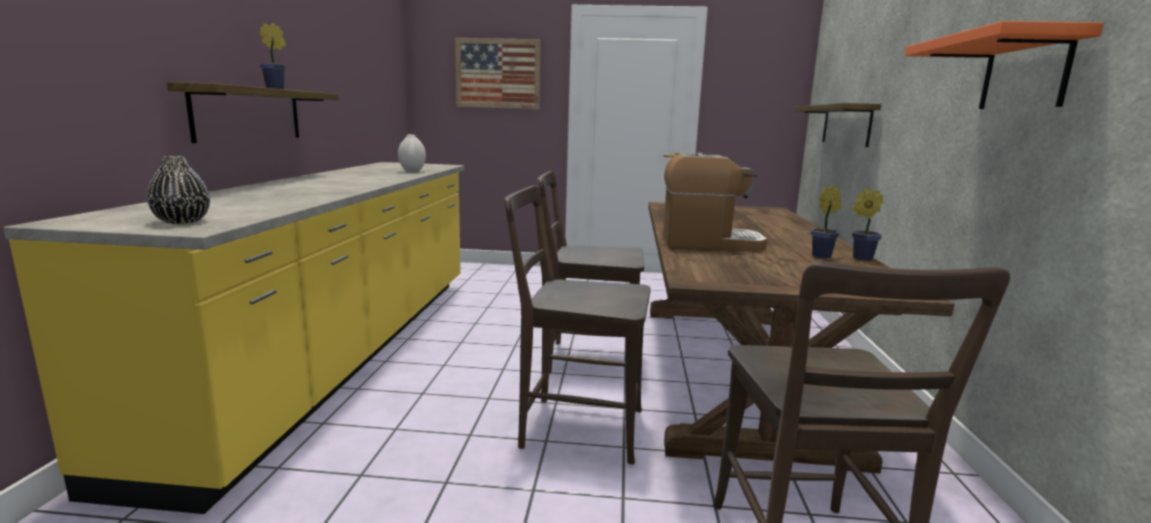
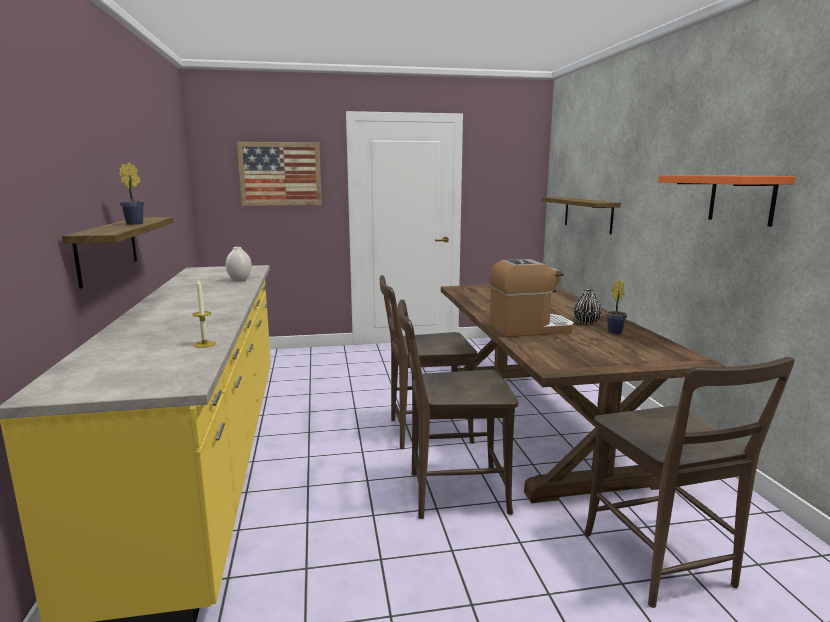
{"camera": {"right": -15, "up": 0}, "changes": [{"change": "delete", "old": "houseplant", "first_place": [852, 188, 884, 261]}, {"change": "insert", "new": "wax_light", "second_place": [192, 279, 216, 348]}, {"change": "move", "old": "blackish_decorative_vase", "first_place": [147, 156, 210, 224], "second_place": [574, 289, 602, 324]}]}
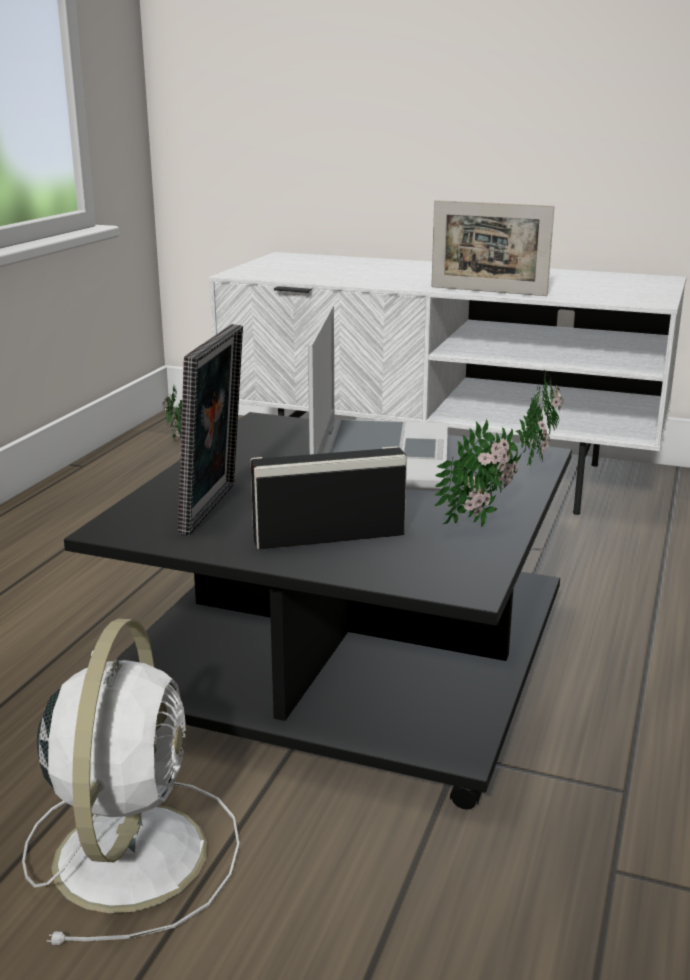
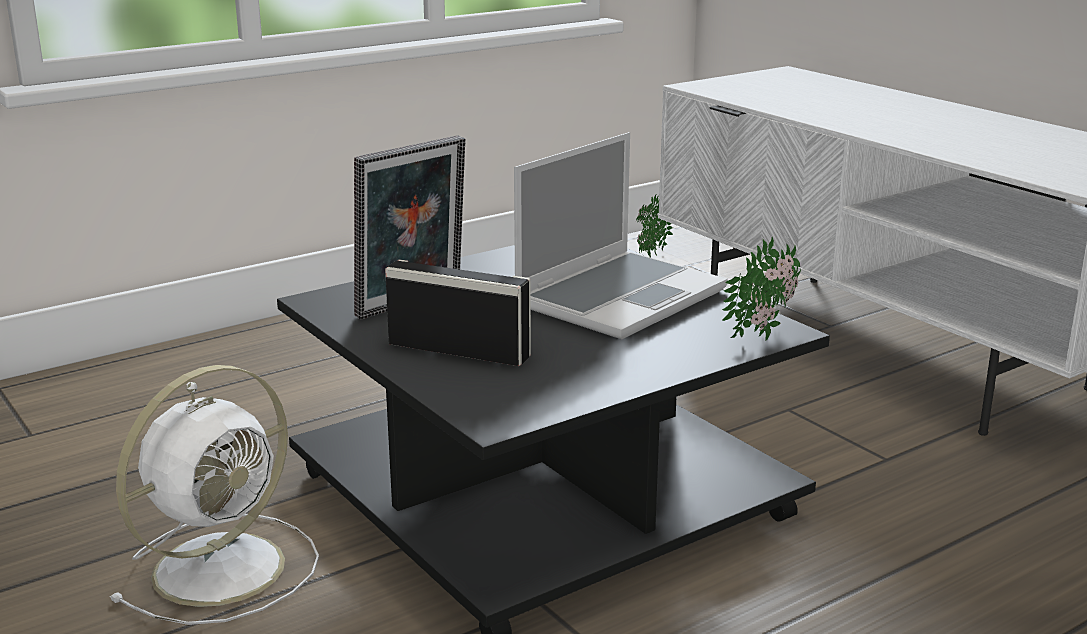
{"camera": {"right": 35, "up": 0}, "changes": [{"change": "delete", "old": "picture_frame", "first_place": [431, 200, 554, 296]}, {"change": "delete", "old": "houseplant", "first_place": [434, 419, 522, 527]}]}
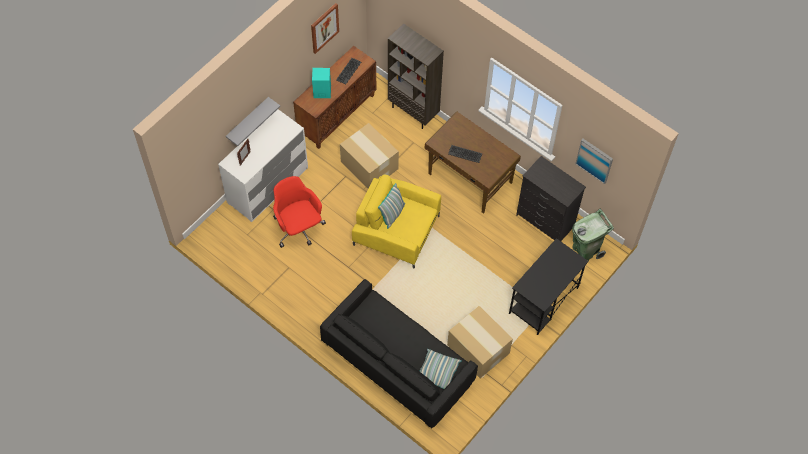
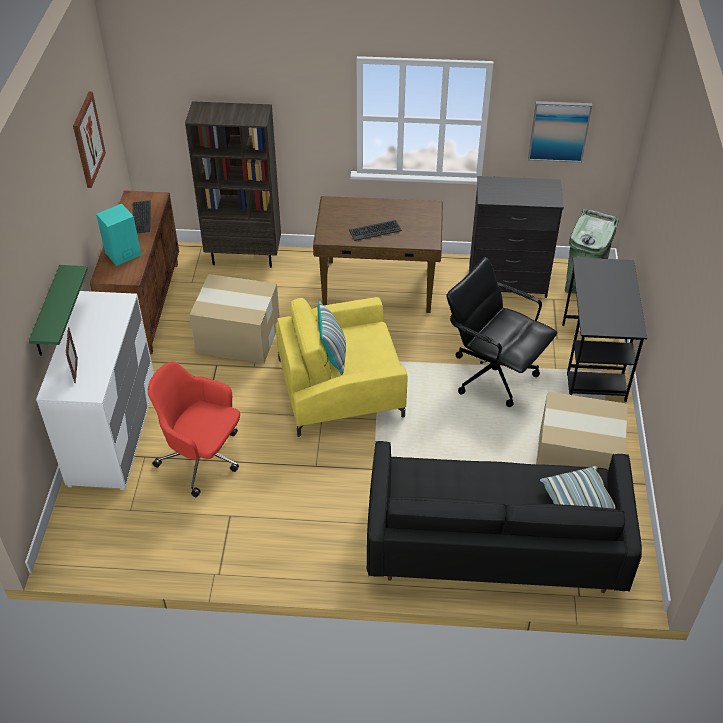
{"camera": {"right": -35, "up": -15}, "changes": [{"change": "insert", "new": "blackish_computer_chair", "second_place": [446, 257, 557, 407]}, {"change": "recolor", "old": "greyish_bracket_shelf", "new": "green_bracket_shelf", "first_place": [226, 97, 280, 146], "second_place": [29, 265, 88, 356]}]}
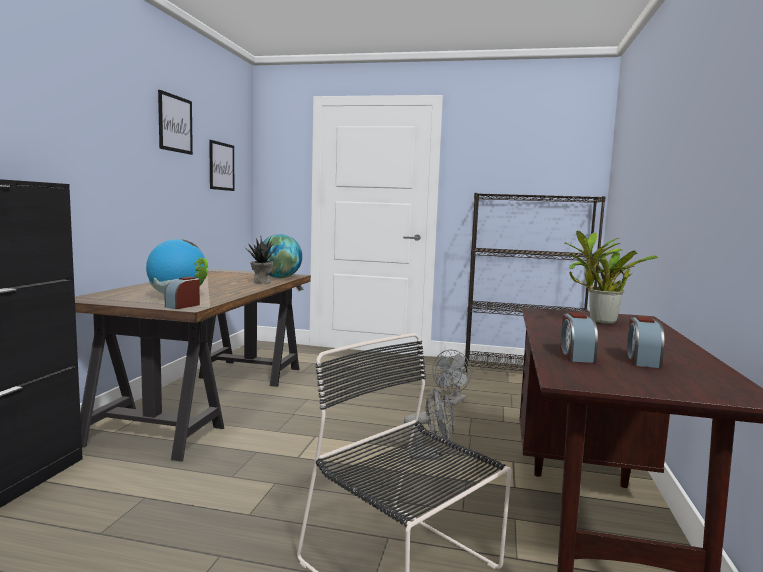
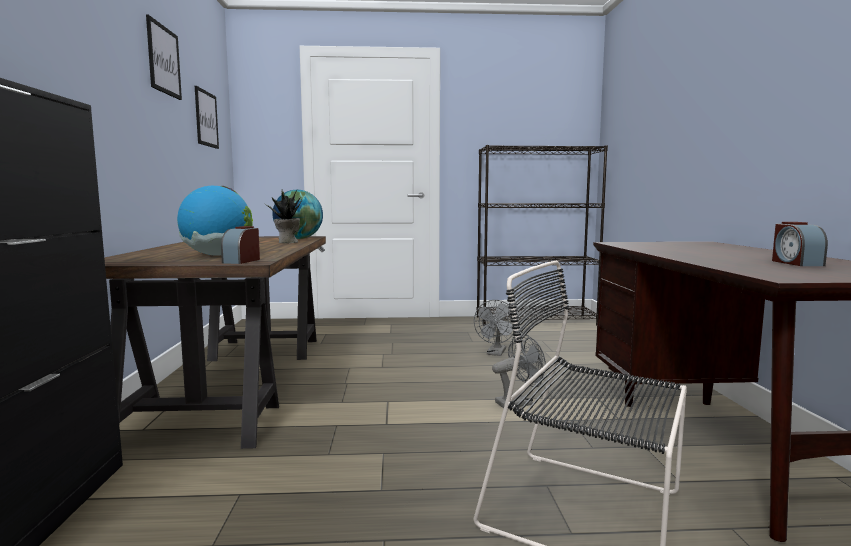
{"camera": {"right": -15, "up": 0}, "changes": [{"change": "delete", "old": "bedside_clock", "first_place": [560, 312, 598, 363]}, {"change": "delete", "old": "houseplant", "first_place": [564, 231, 659, 324]}]}
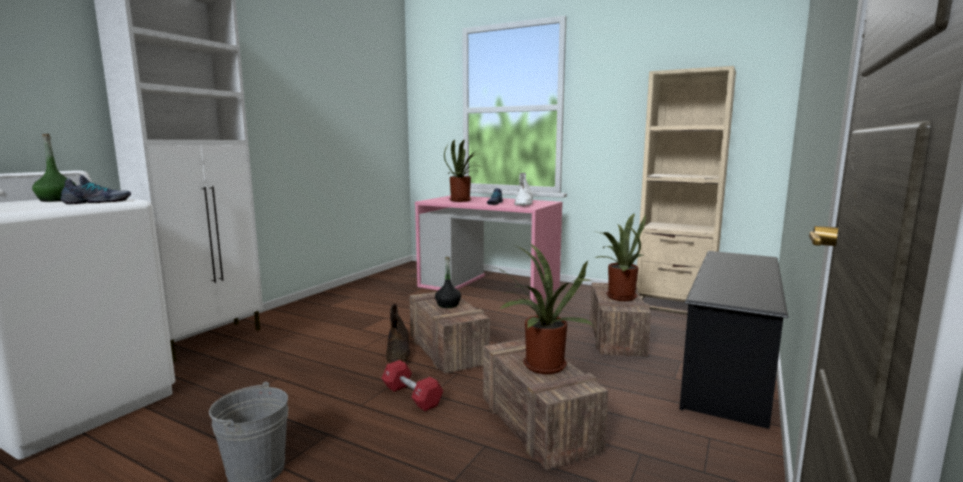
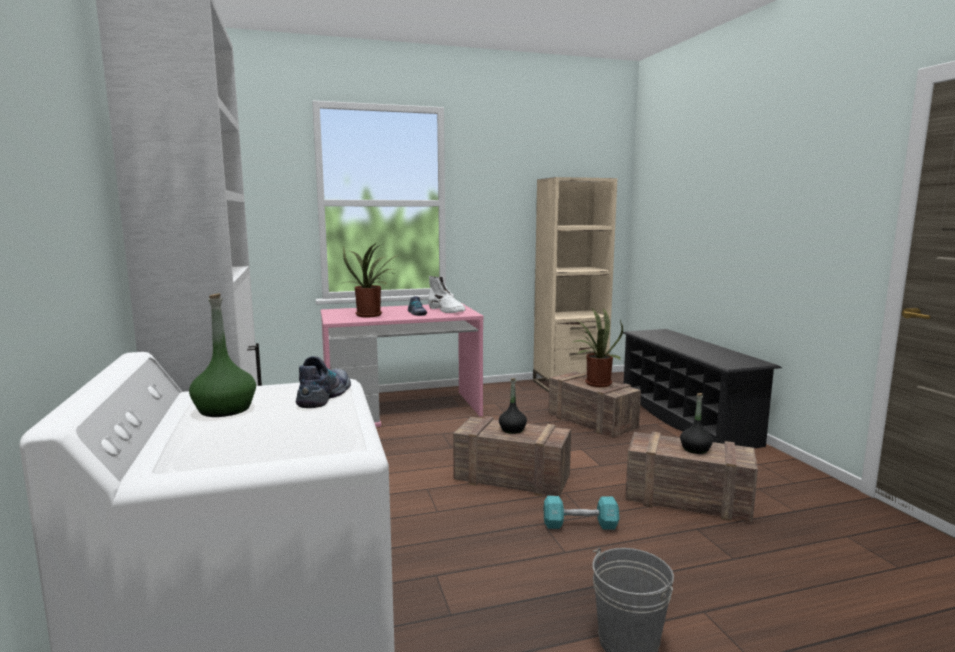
{"camera": {"right": -45, "up": 0}, "changes": [{"change": "delete", "old": "brown-coloured_boot", "first_place": [386, 304, 411, 363]}, {"change": "replace", "old": "houseplant", "new": "blackish_beverage_bottle", "first_place": [491, 243, 593, 374], "second_place": [680, 393, 713, 454]}, {"change": "recolor", "old": "red-coloured_dumbbell", "new": "turquoise-coloured_dumbbell", "first_place": [381, 360, 444, 411], "second_place": [544, 496, 619, 530]}]}
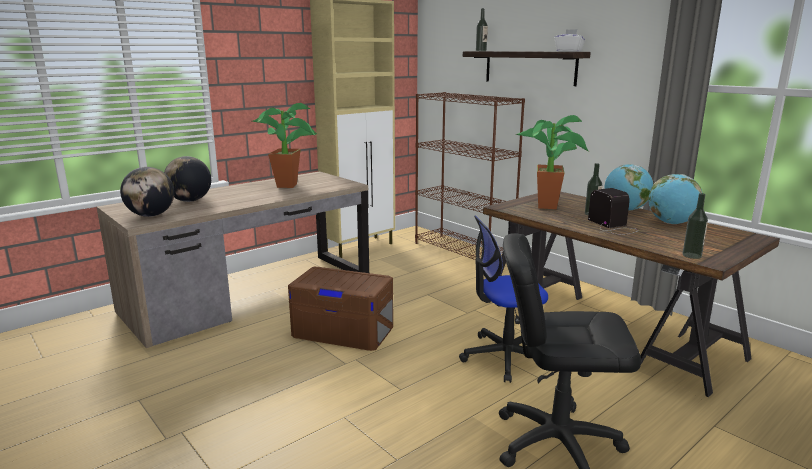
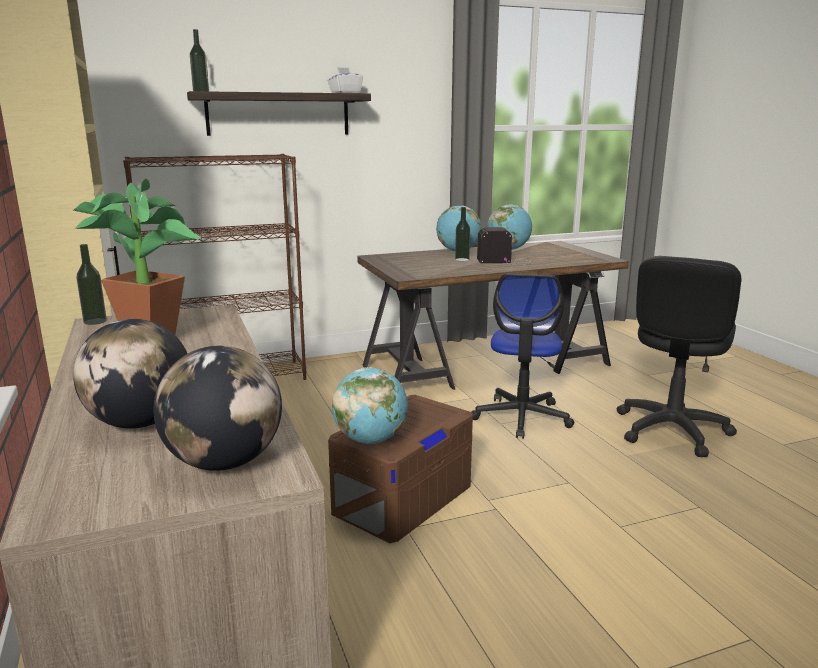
{"camera": {"right": -70, "up": 0}, "changes": [{"change": "delete", "old": "houseplant", "first_place": [515, 115, 589, 209]}, {"change": "insert", "new": "desk_globe", "second_place": [332, 367, 408, 444]}, {"change": "move", "old": "beverage_bottle", "first_place": [682, 193, 708, 259], "second_place": [77, 244, 107, 325]}]}
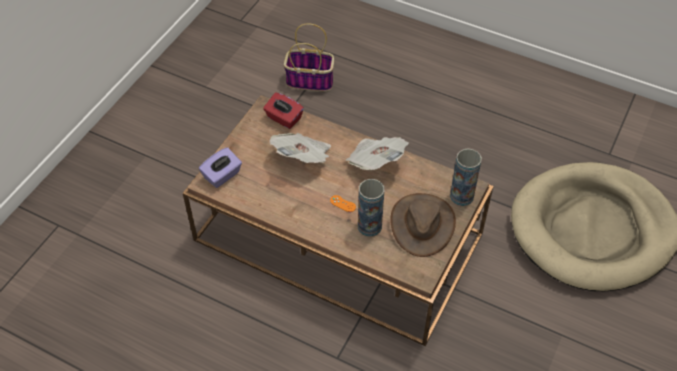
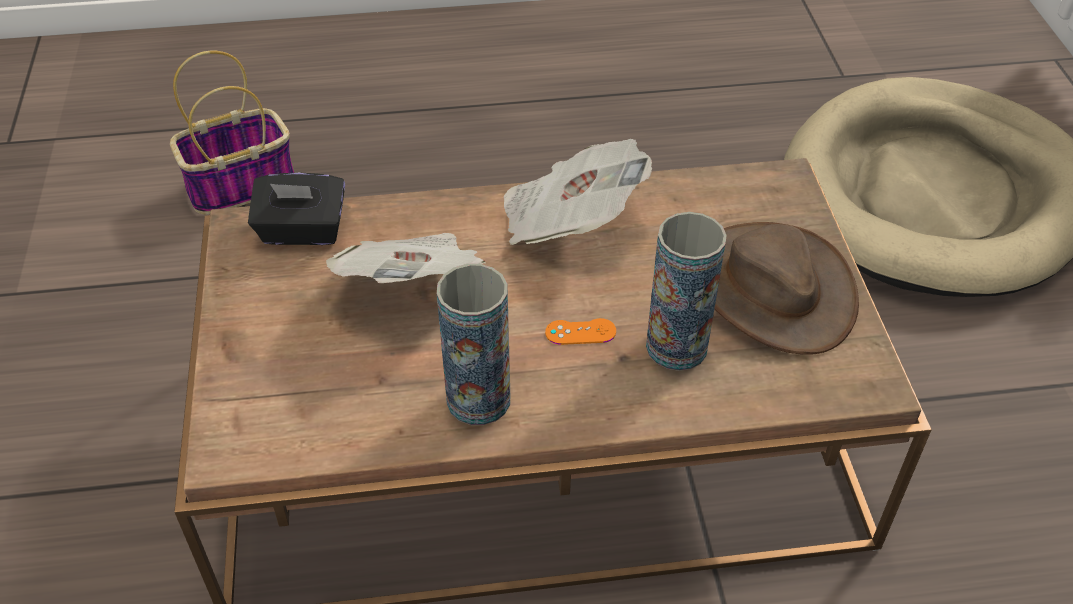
{"camera": {"right": -35, "up": -5}, "changes": [{"change": "delete", "old": "purplish_tissue_box", "first_place": [199, 147, 242, 188]}, {"change": "move", "old": "decorative_vase", "first_place": [450, 148, 482, 206], "second_place": [437, 264, 510, 425]}, {"change": "recolor", "old": "red-coloured_tissue_box", "new": "blackish_tissue_box", "first_place": [263, 93, 304, 129], "second_place": [248, 172, 345, 245]}]}
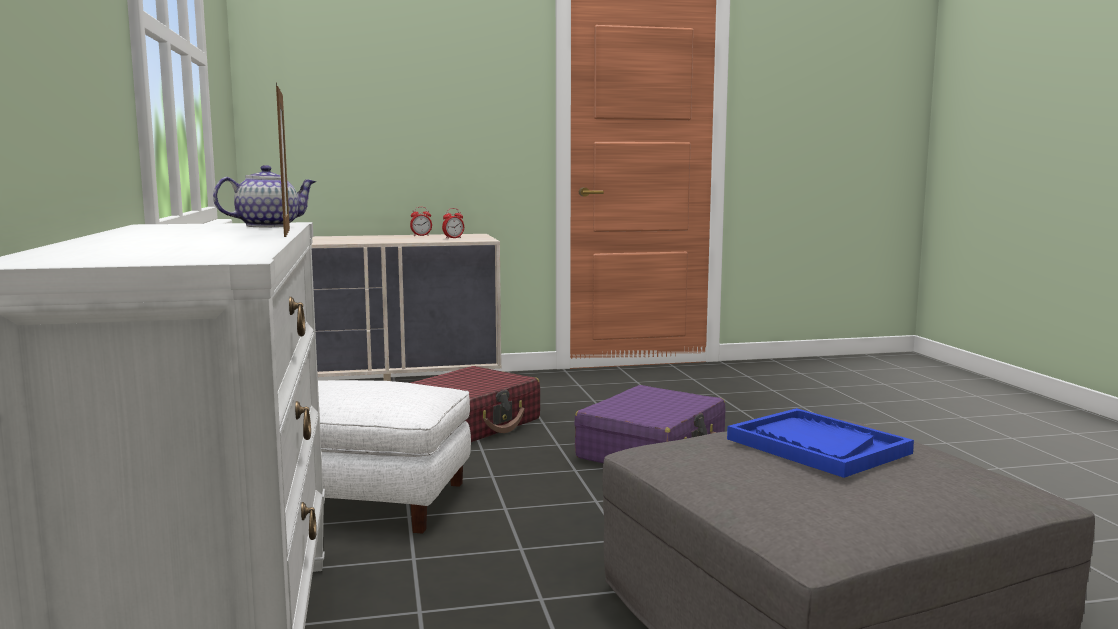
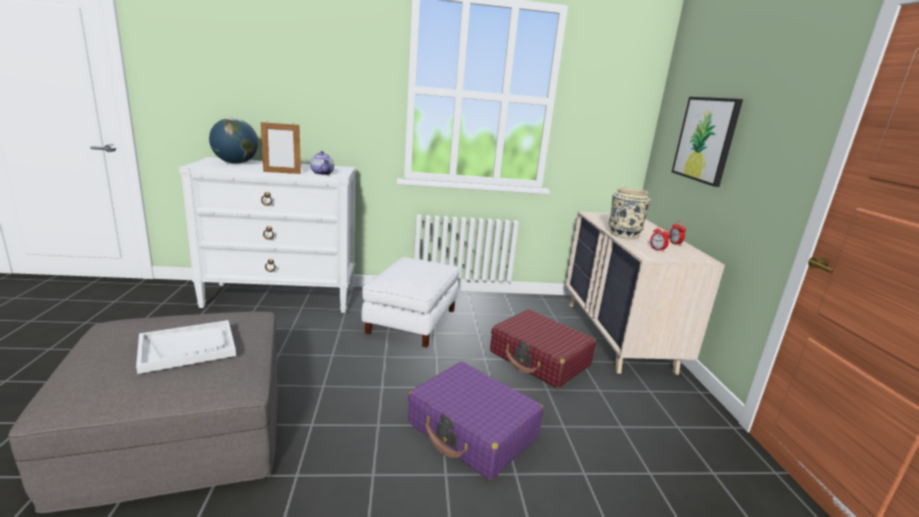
{"camera": {"right": 95, "up": 10}, "changes": [{"change": "insert", "new": "desk_globe", "second_place": [209, 118, 258, 164]}, {"change": "insert", "new": "beige_decorative_vase", "second_place": [608, 187, 651, 239]}, {"change": "insert", "new": "picture", "second_place": [672, 97, 743, 187]}, {"change": "recolor", "old": "bluish_serving_tray", "new": "white_serving_tray", "first_place": [727, 408, 914, 478], "second_place": [136, 320, 236, 374]}]}
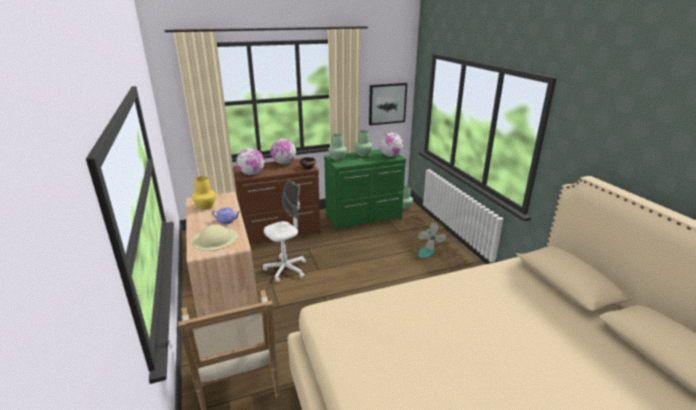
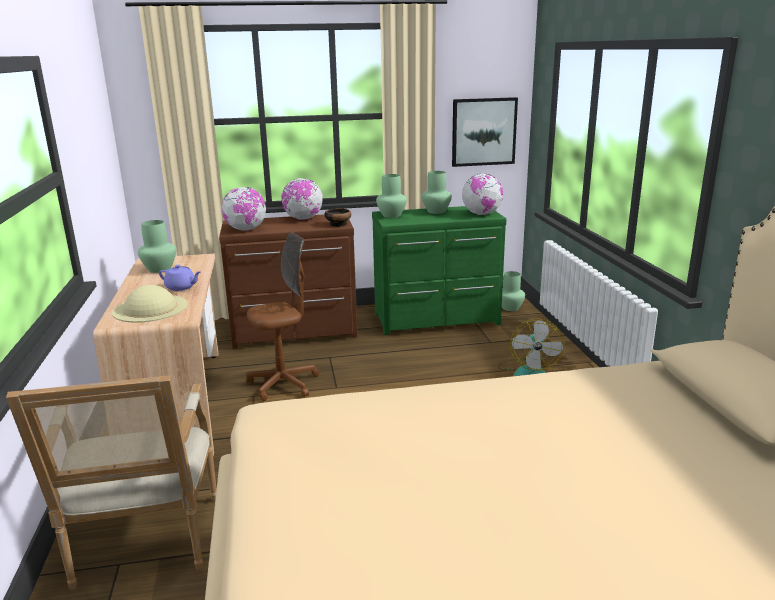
{"camera": {"right": 10, "up": -5}, "changes": [{"change": "recolor", "old": "yellow_decorative_vase", "new": "green_decorative_vase", "first_place": [192, 176, 216, 210], "second_place": [138, 220, 176, 273]}, {"change": "recolor", "old": "white_computer_chair", "new": "brown-coloured_computer_chair", "first_place": [263, 180, 306, 282], "second_place": [246, 232, 319, 401]}]}
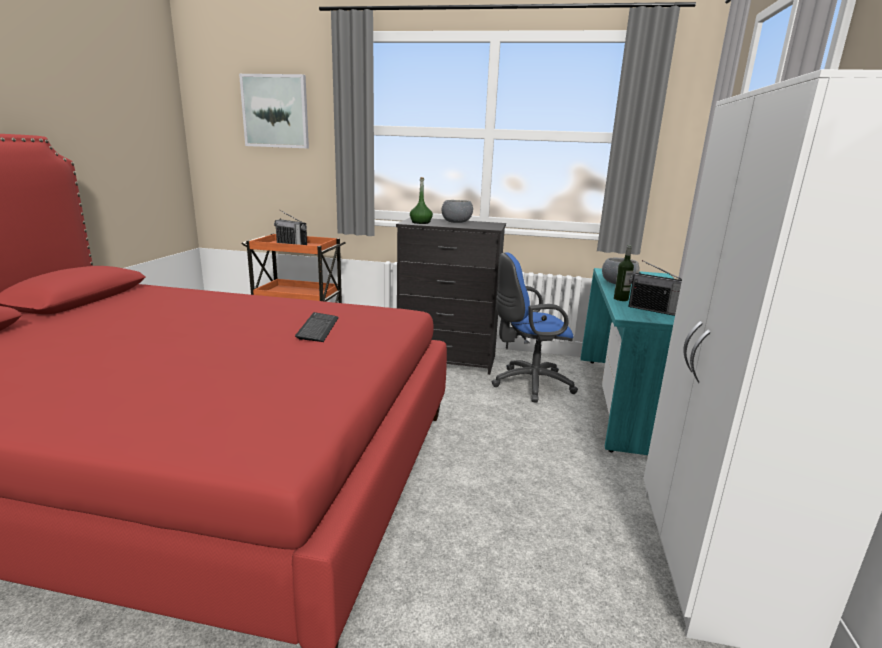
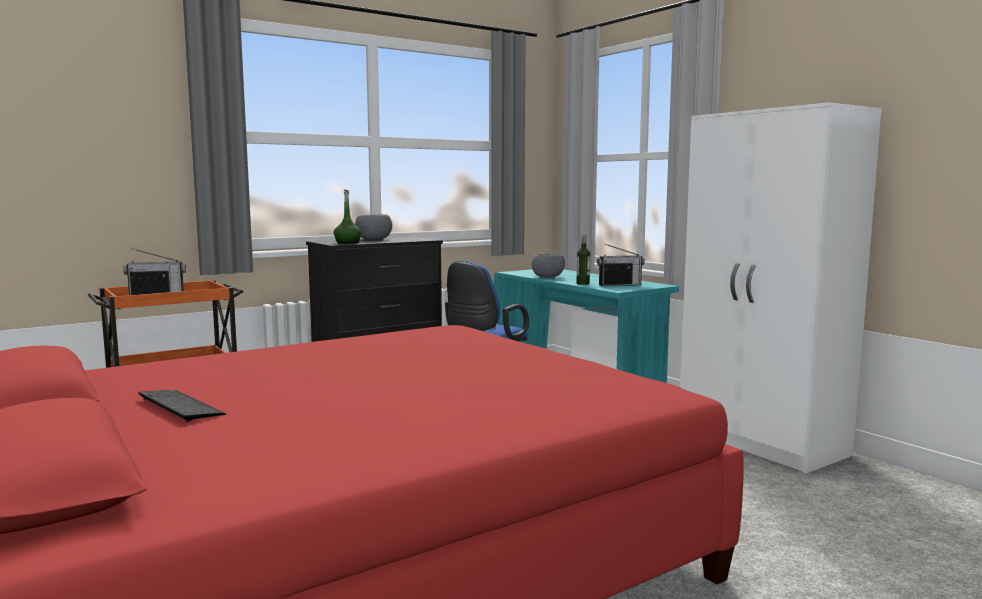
{"camera": {"right": -45, "up": -10}, "changes": [{"change": "delete", "old": "picture", "first_place": [239, 74, 309, 149]}, {"change": "move", "old": "PC_keyboard", "first_place": [295, 312, 339, 342], "second_place": [138, 390, 226, 422]}]}
